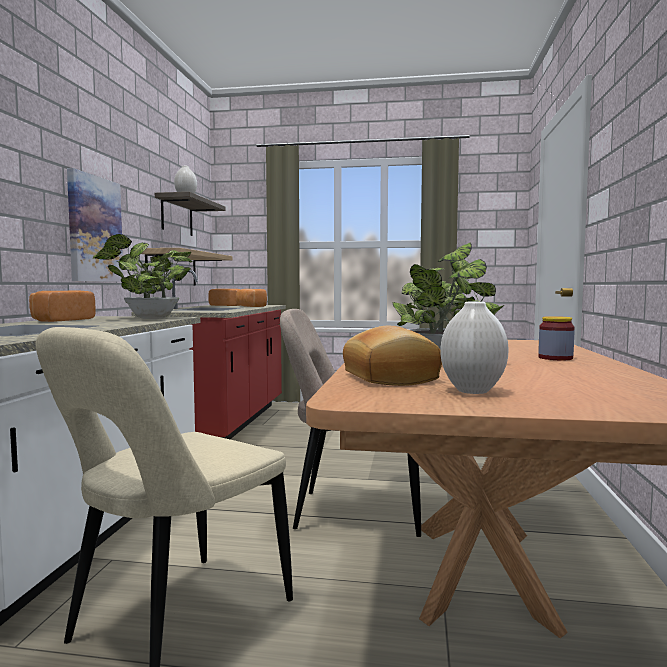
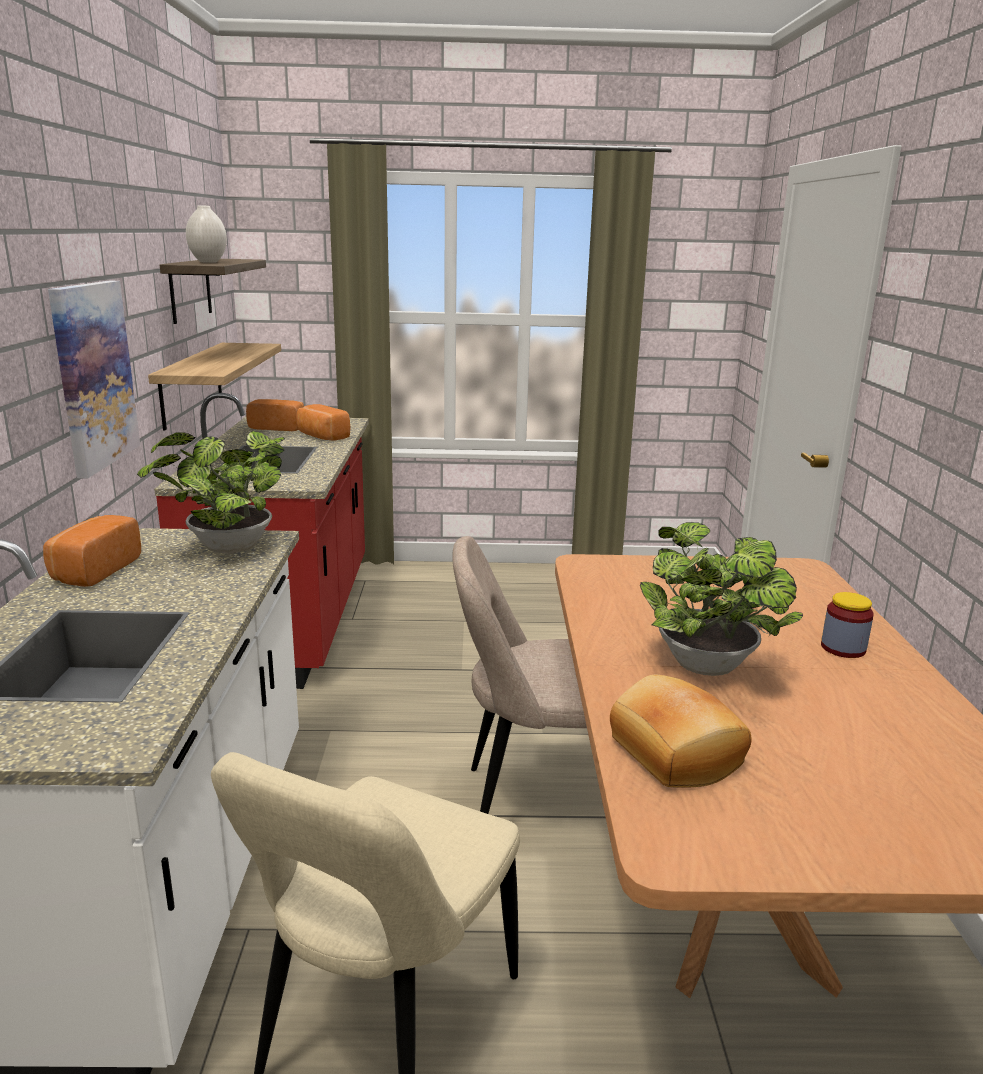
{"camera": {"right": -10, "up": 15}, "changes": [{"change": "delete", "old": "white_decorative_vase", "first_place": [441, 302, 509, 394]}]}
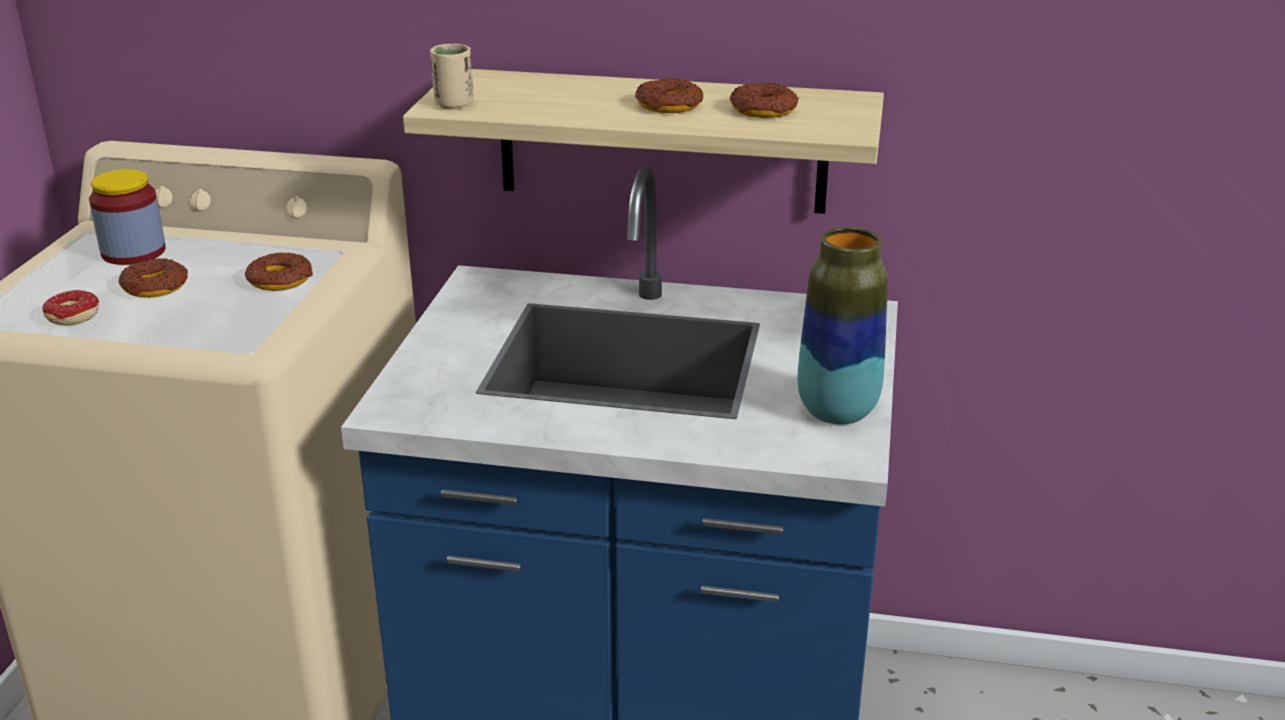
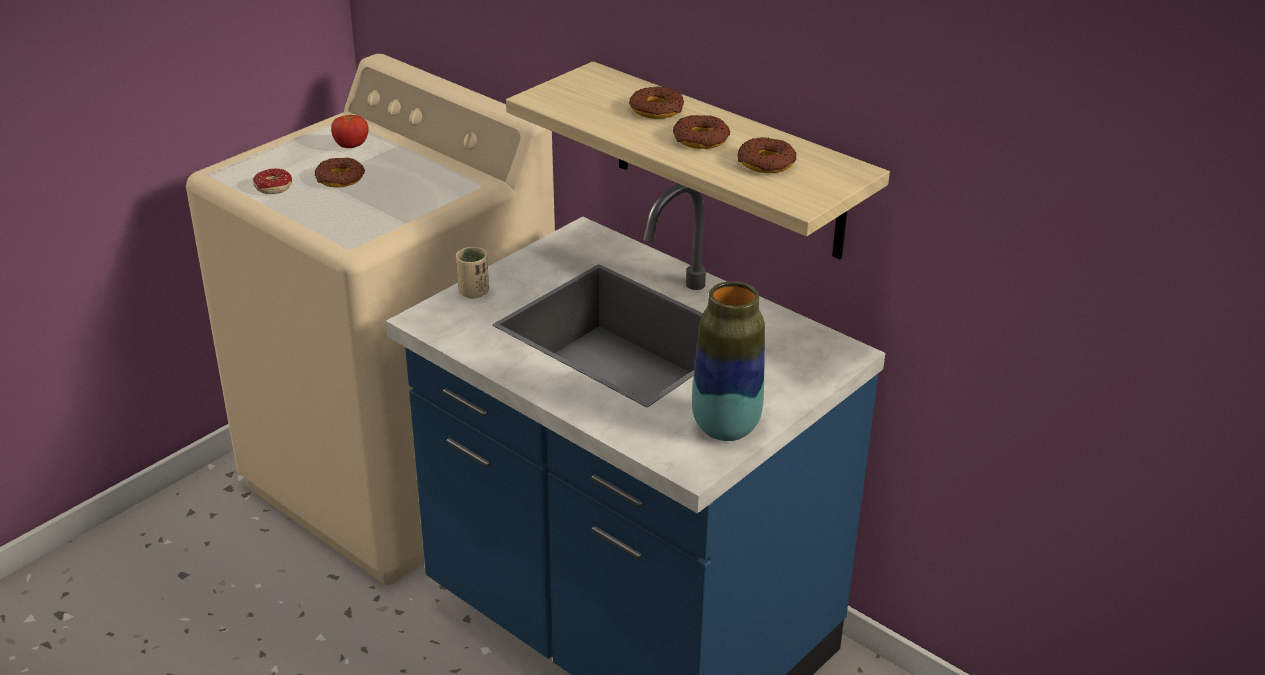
{"camera": {"right": 30, "up": 5}, "changes": [{"change": "move", "old": "ring_doughnut", "first_place": [245, 252, 313, 291], "second_place": [629, 86, 684, 119]}, {"change": "move", "old": "beige_small_cup", "first_place": [430, 44, 474, 109], "second_place": [456, 247, 489, 298]}, {"change": "replace", "old": "preserve_jar", "new": "whole_tomato", "first_place": [89, 169, 166, 265], "second_place": [331, 115, 369, 148]}]}
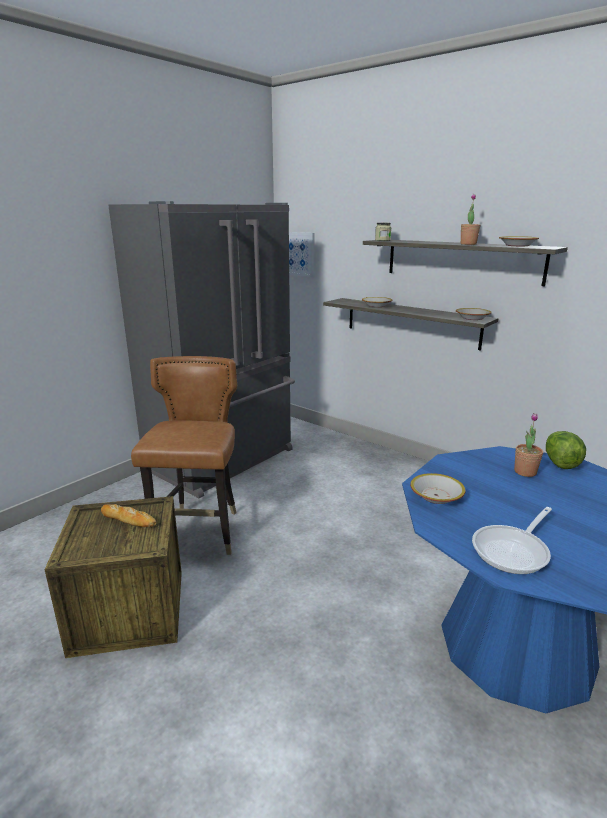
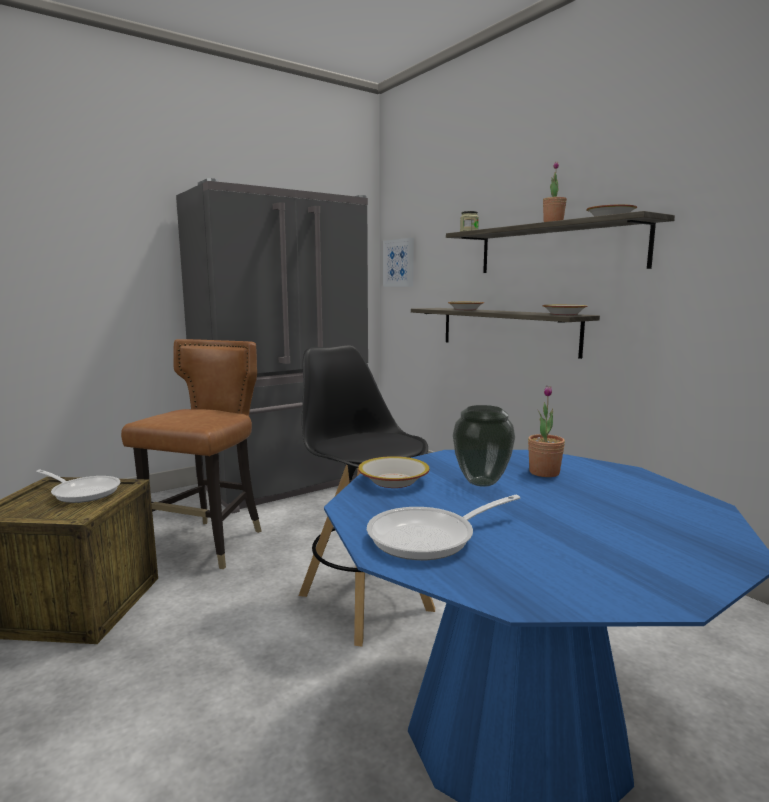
{"camera": {"right": 15, "up": -10}, "changes": [{"change": "delete", "old": "head_of_lettuce", "first_place": [546, 431, 586, 469]}, {"change": "insert", "new": "blackish_stool_seat", "second_place": [299, 345, 435, 647]}, {"change": "insert", "new": "decorative_vase", "second_place": [453, 405, 515, 487]}, {"change": "replace", "old": "baked_bread", "new": "skillet", "first_place": [101, 504, 157, 527], "second_place": [36, 470, 120, 503]}]}
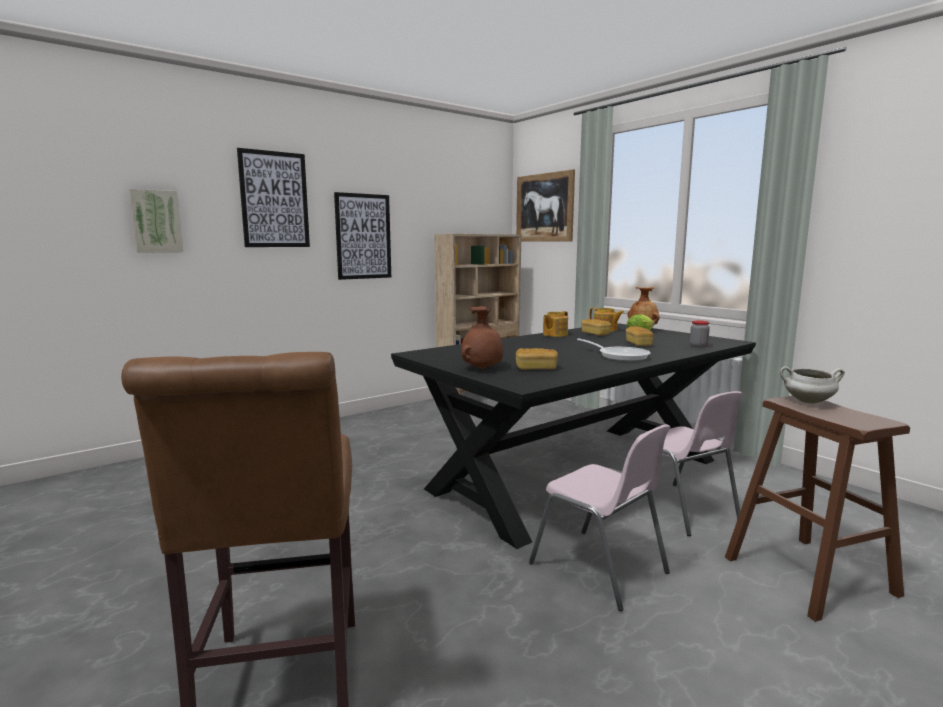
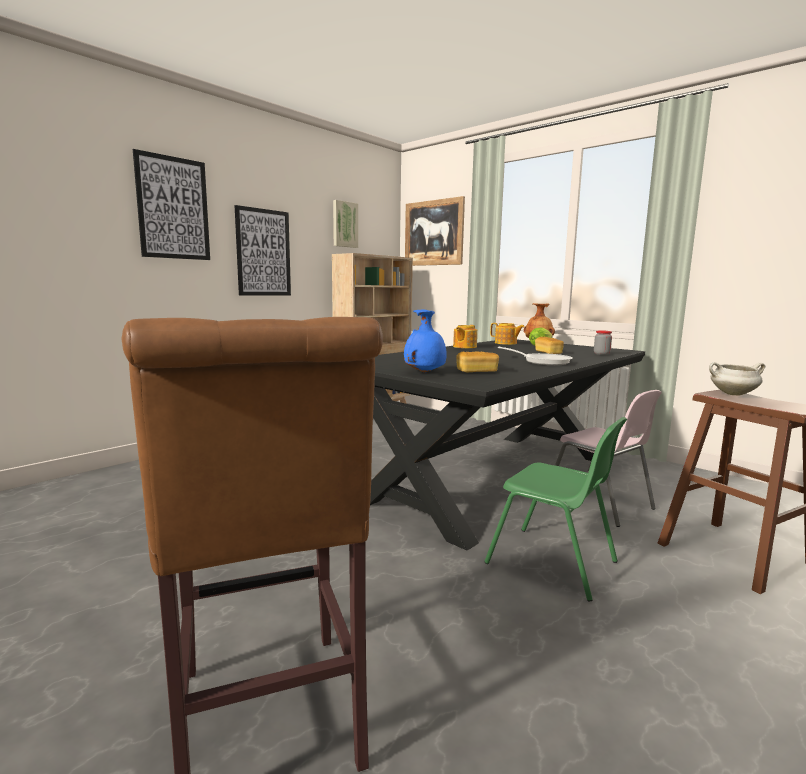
{"camera": {"right": -10, "up": 0}, "changes": [{"change": "delete", "old": "baked_bread", "first_place": [581, 319, 611, 336]}, {"change": "move", "old": "picture", "first_place": [129, 189, 183, 253], "second_place": [333, 200, 358, 248]}, {"change": "recolor", "old": "brown-coloured_decorative_vase", "new": "bluish_decorative_vase", "first_place": [461, 306, 503, 369], "second_place": [404, 309, 447, 373]}, {"change": "recolor", "old": "pink-coloured_chair", "new": "green_chair", "first_place": [529, 424, 671, 611], "second_place": [484, 417, 627, 601]}]}
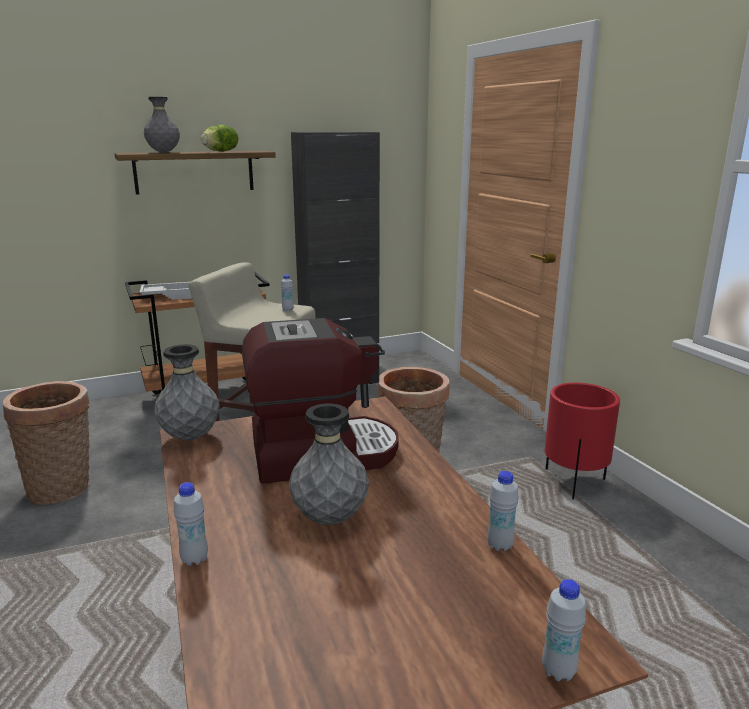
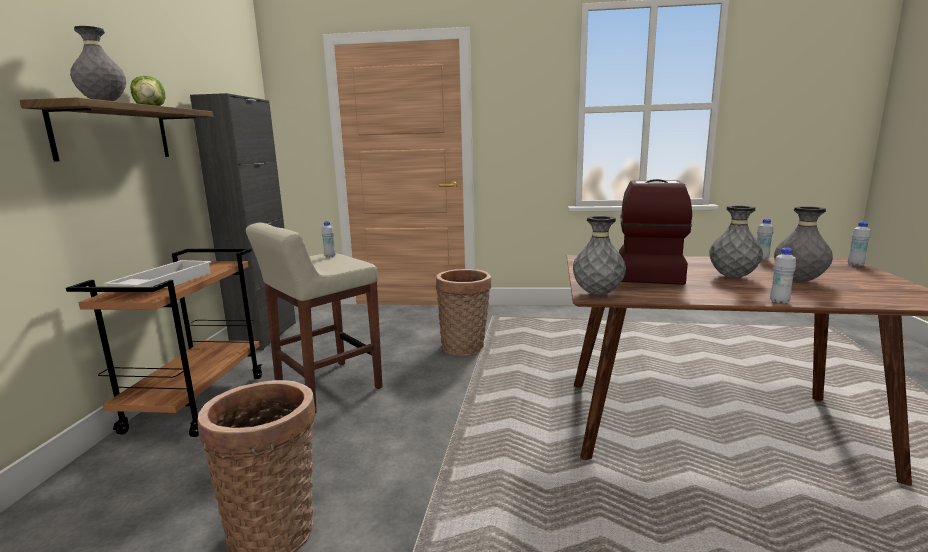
{"camera": {"right": -60, "up": -5}, "changes": [{"change": "delete", "old": "red-coloured_planter", "first_place": [545, 383, 620, 499]}, {"change": "insert", "new": "greyish_decorative_vase", "second_place": [774, 206, 833, 282]}]}
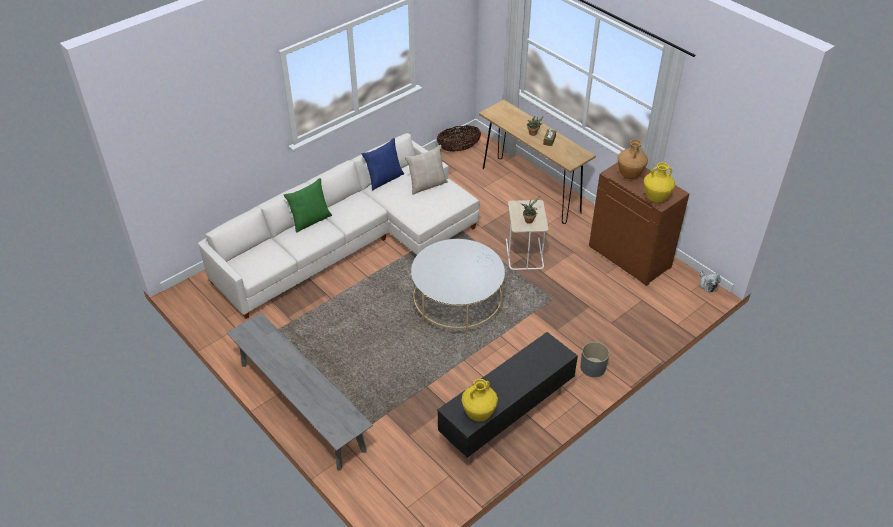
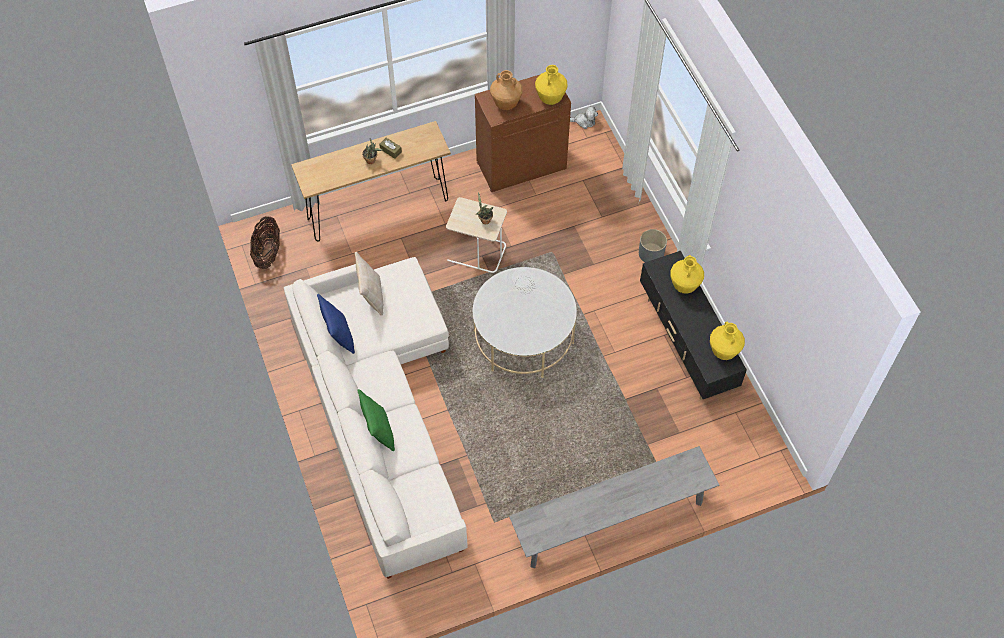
{"camera": {"right": -70, "up": 15}, "changes": [{"change": "insert", "new": "yellow_decorative_vase", "second_place": [670, 255, 704, 294]}]}
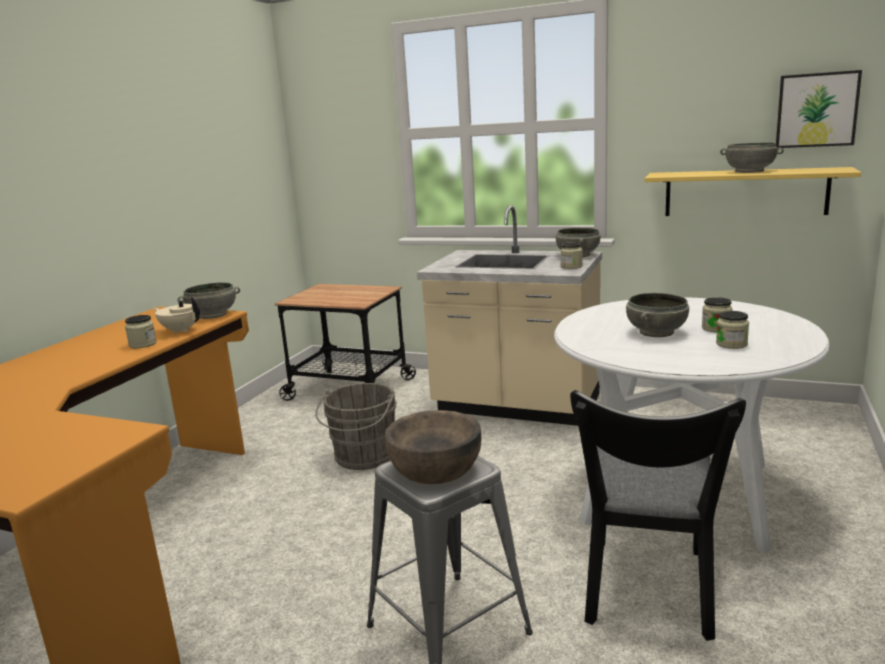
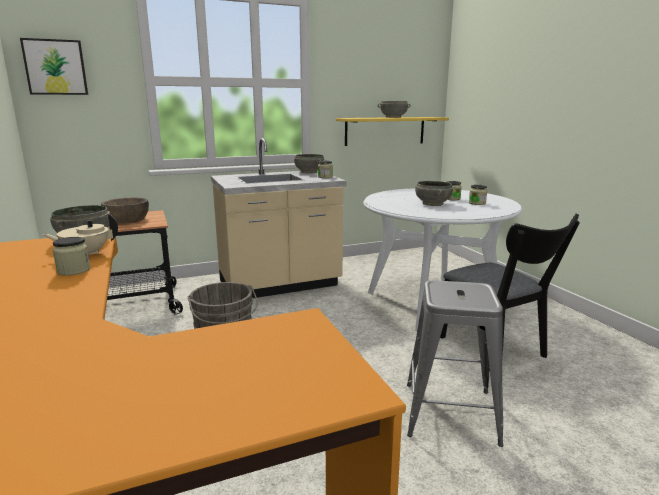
{"camera": {"right": -45, "up": 0}, "changes": [{"change": "move", "old": "brown-coloured_deep_dish", "first_place": [384, 410, 481, 484], "second_place": [101, 197, 149, 224]}, {"change": "move", "old": "picture", "first_place": [776, 70, 862, 148], "second_place": [20, 38, 88, 95]}]}
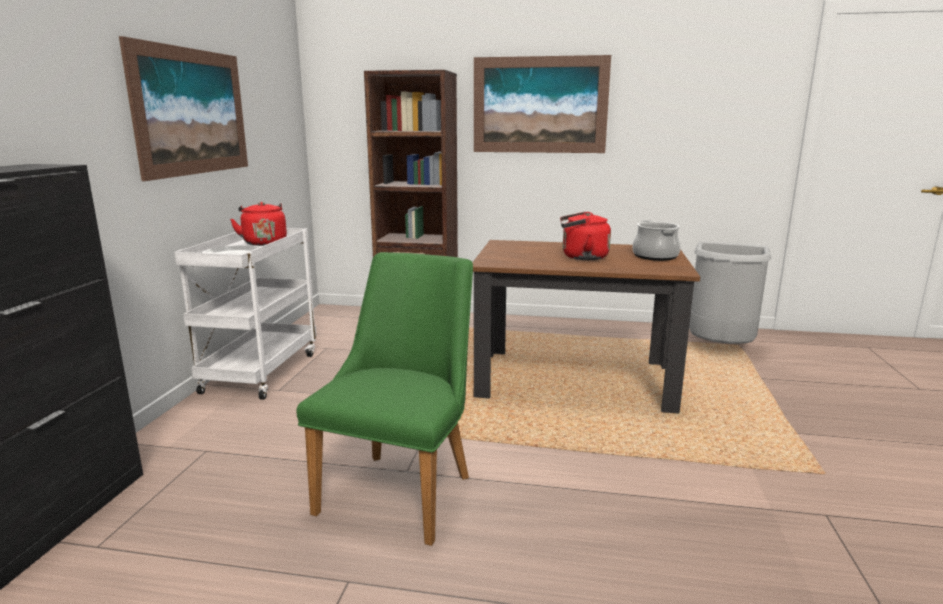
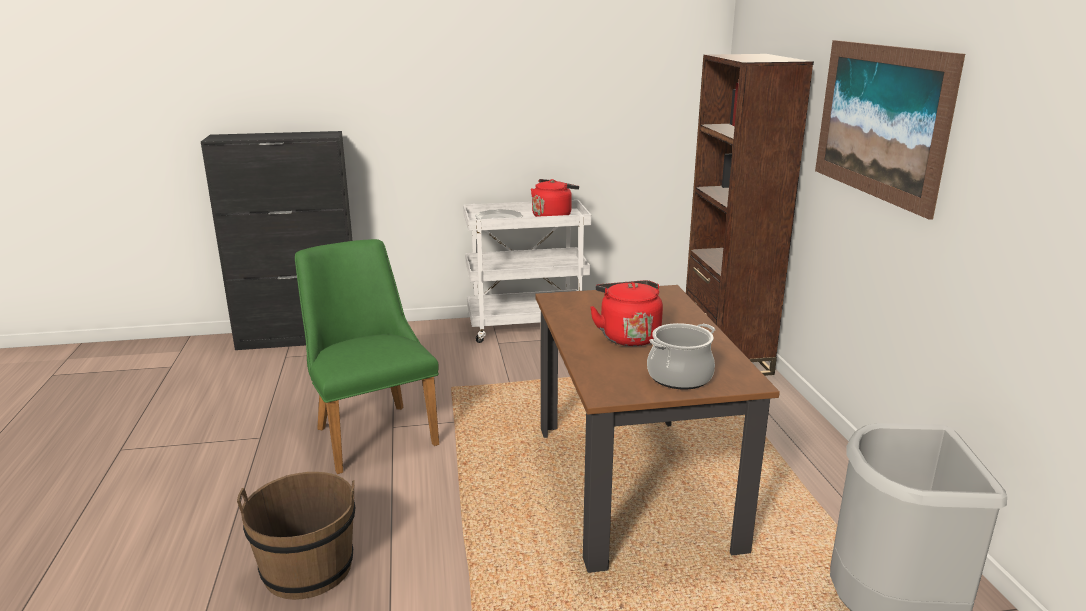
{"camera": {"right": 70, "up": 5}, "changes": [{"change": "delete", "old": "picture", "first_place": [119, 36, 248, 181]}, {"change": "insert", "new": "brown-coloured_bucket", "second_place": [237, 472, 355, 600]}, {"change": "rotate", "old": "green_chair", "first_place": [297, 252, 473, 546], "second_place": [295, 239, 439, 474], "degrees": -120}]}
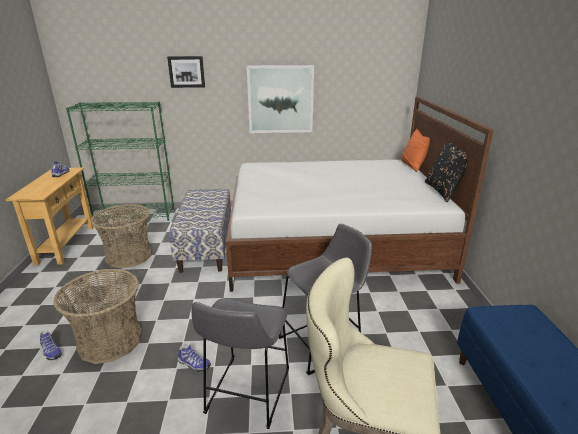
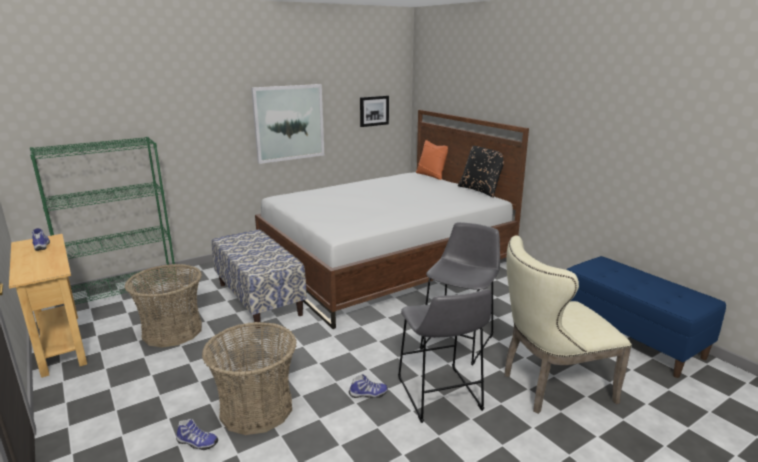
{"camera": {"right": -30, "up": -5}, "changes": [{"change": "move", "old": "picture", "first_place": [167, 56, 205, 88], "second_place": [360, 95, 389, 127]}]}
